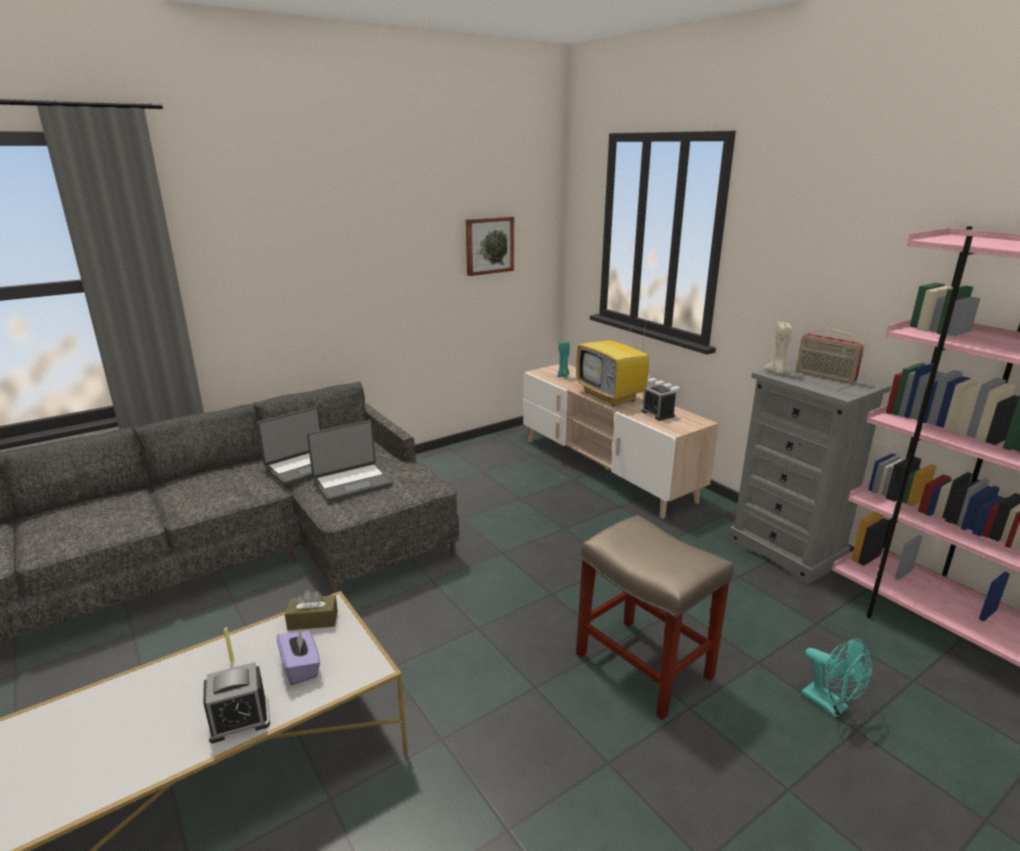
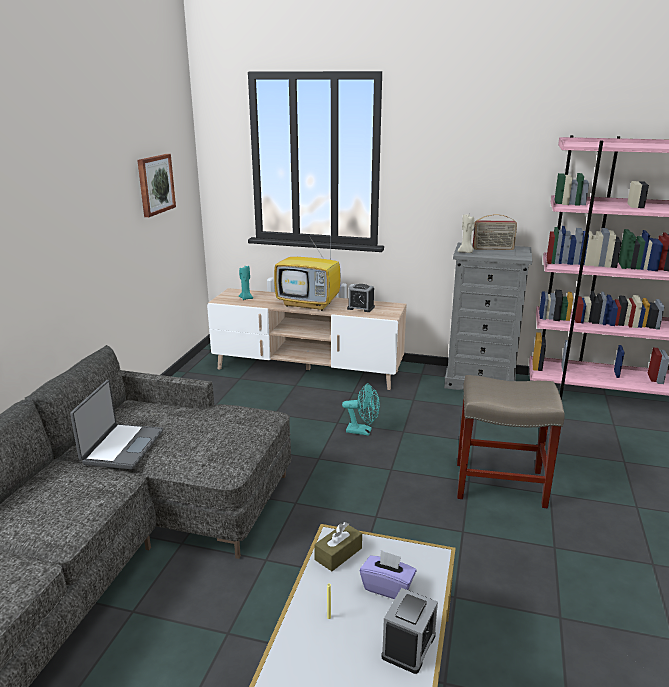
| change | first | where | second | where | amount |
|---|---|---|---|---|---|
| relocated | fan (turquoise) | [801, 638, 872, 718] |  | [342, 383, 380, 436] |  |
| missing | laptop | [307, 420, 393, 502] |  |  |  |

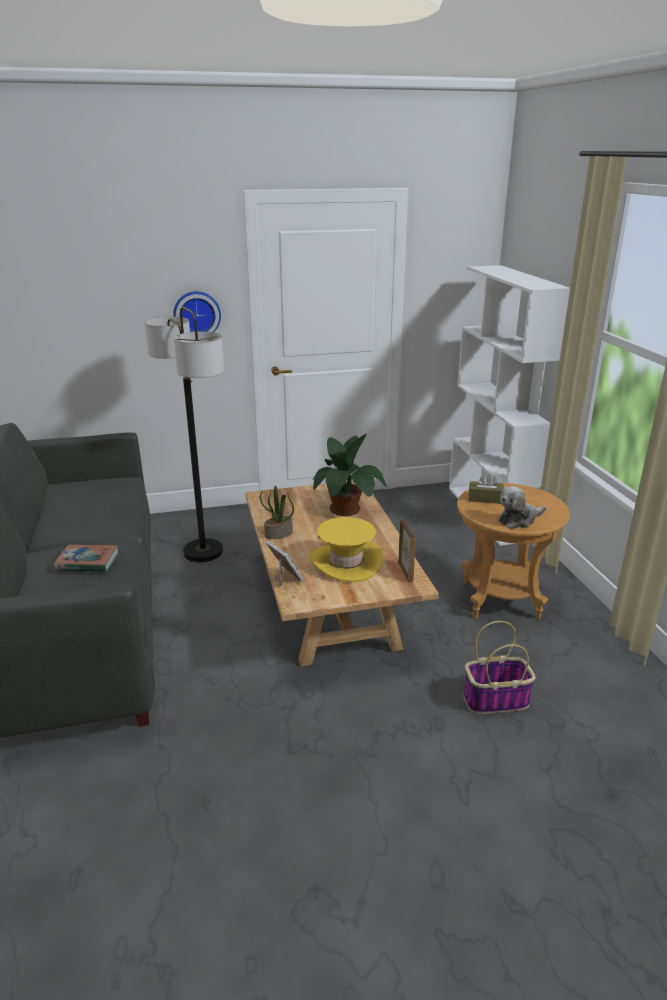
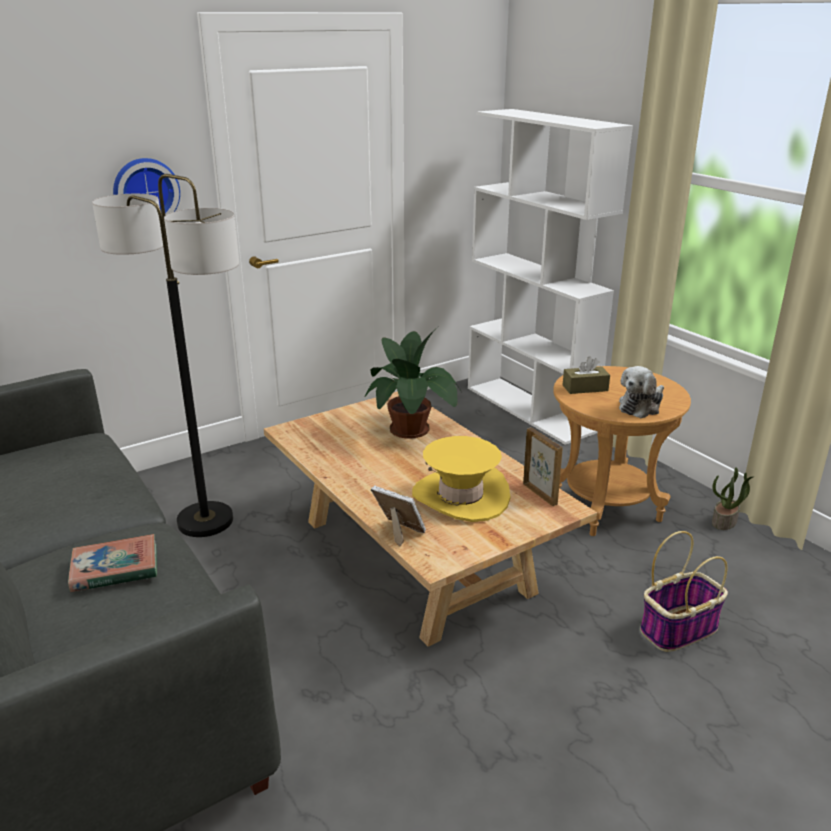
| change | first | where | second | where | amount |
|---|---|---|---|---|---|
| relocated | potted plant | [260, 485, 294, 539] |  | [712, 467, 754, 530] |  |

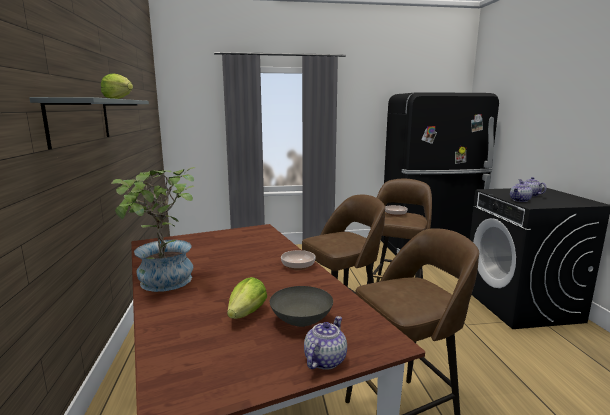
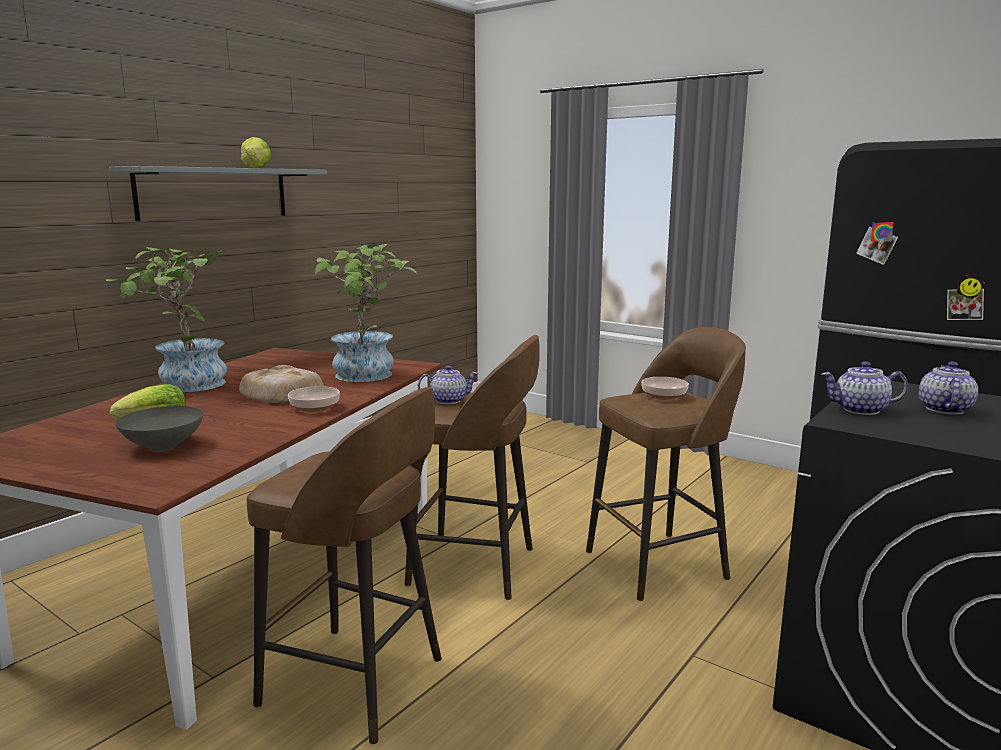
| change | first | where | second | where | amount |
|---|---|---|---|---|---|
| appeared |  |  | bread | [239, 365, 324, 403] |  |
| appeared |  |  | potted plant | [315, 243, 417, 382] |  |
| relocated | teapot | [304, 316, 347, 370] |  | [418, 365, 478, 404] |  |

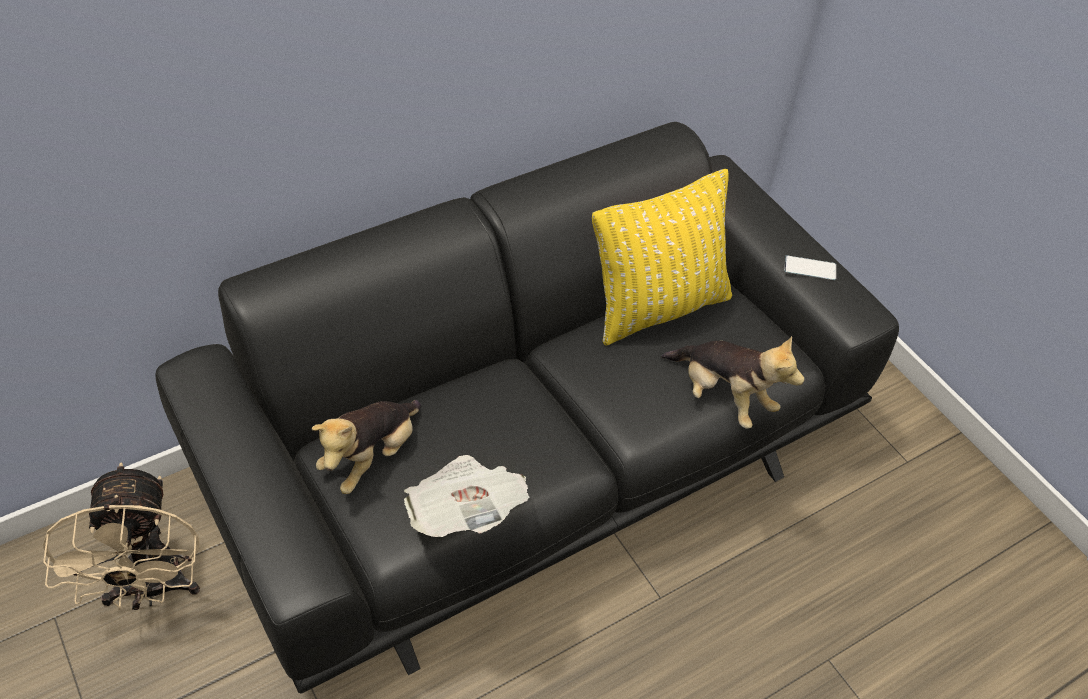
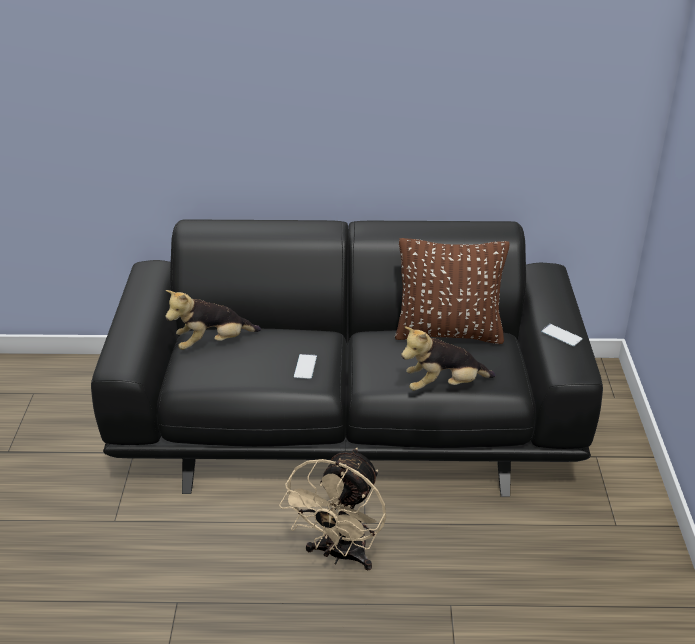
| change | first | where | second | where | amount |
|---|---|---|---|---|---|
| relocated | fan (beige) | [43, 462, 200, 610] |  | [279, 448, 386, 570] |  |
| appeared |  |  | phone | [294, 354, 317, 379] |  |
| colour | pillow (yellow) | [592, 169, 732, 346] | pillow (brown) | [395, 238, 510, 344] |  |
| spun | plush toy | [661, 336, 805, 429] |  | [401, 327, 496, 391] | 90 degrees clockwise |
| missing | newspaper | [404, 455, 529, 537] |  |  |  |

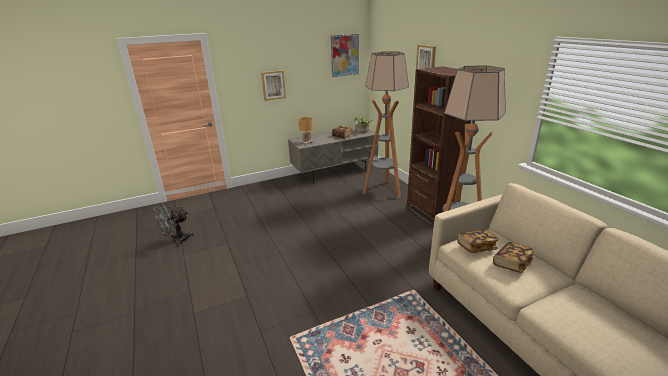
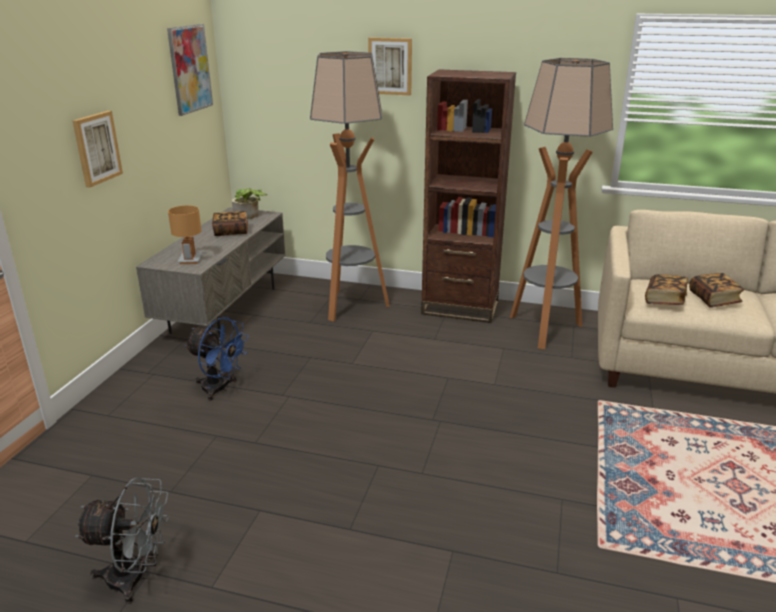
| change | first | where | second | where | amount |
|---|---|---|---|---|---|
| spun | fan (grey) | [153, 203, 194, 247] |  | [75, 477, 169, 604] | 90 degrees counterclockwise |
| appeared |  |  | fan (blue) | [185, 317, 249, 401] |  |

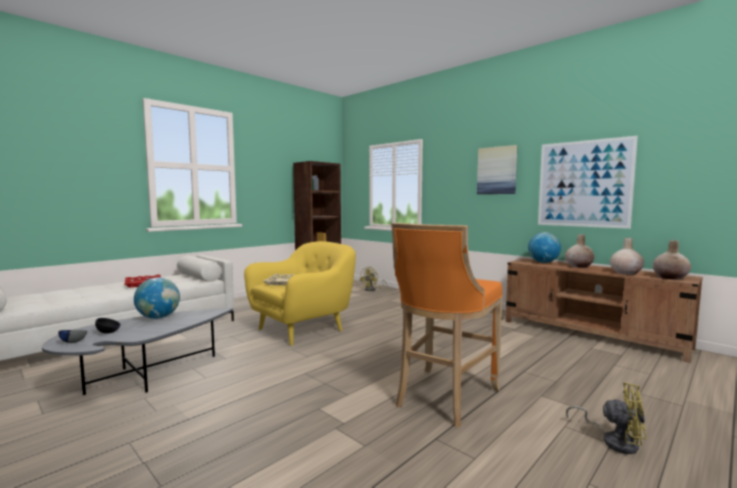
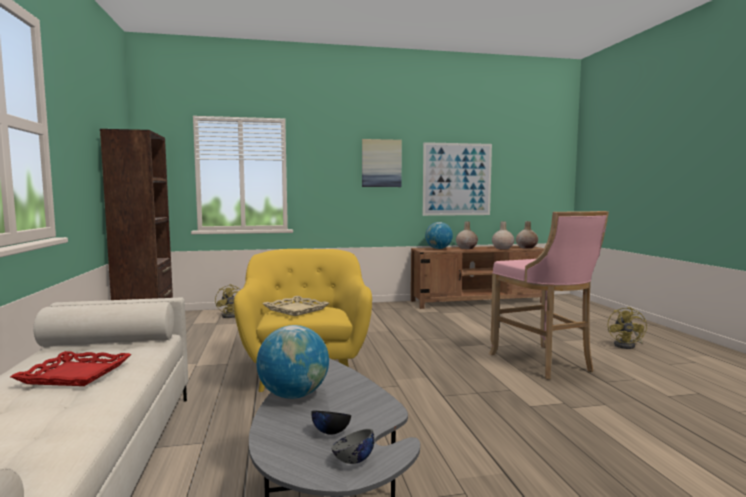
| change | first | where | second | where | amount |
|---|---|---|---|---|---|
| colour | stool (orange) | [391, 223, 503, 427] | stool (pink) | [489, 211, 609, 379] |  |
| spun | fan (yellow) | [566, 382, 647, 454] |  | [608, 307, 647, 349] | 135 degrees clockwise |

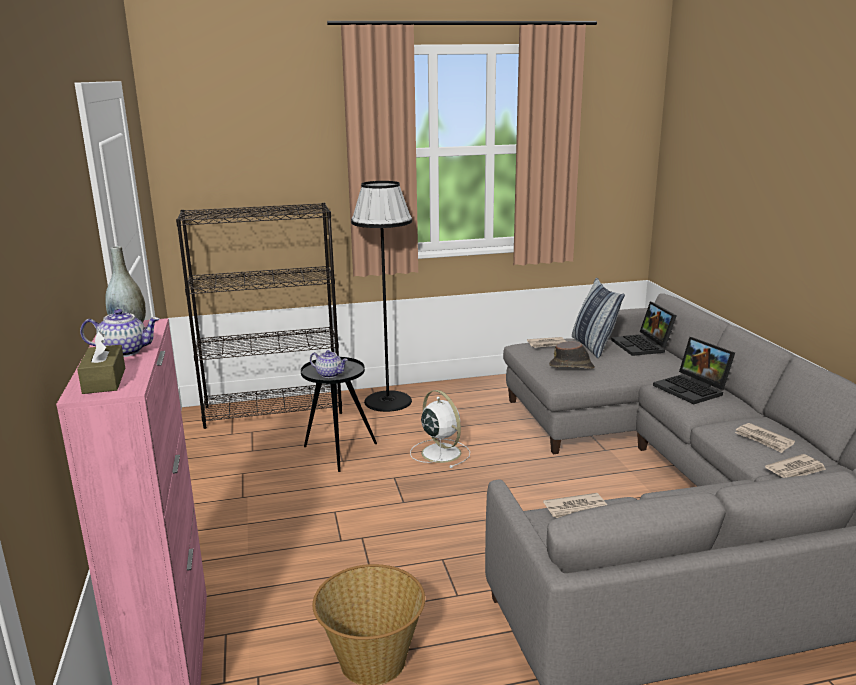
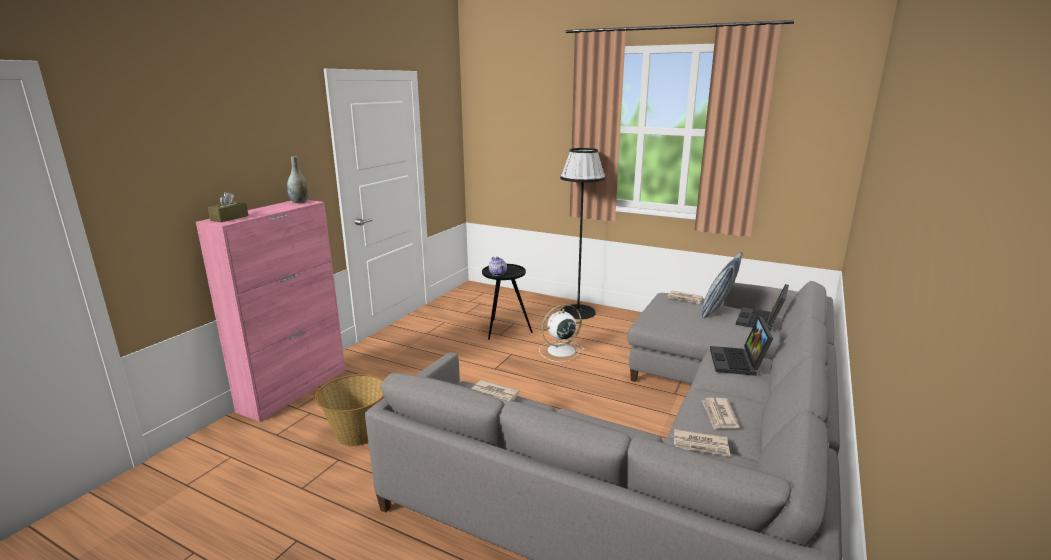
| change | first | where | second | where | amount |
|---|---|---|---|---|---|
| spun | fan (white) | [410, 390, 470, 468] |  | [539, 304, 585, 362] | 120 degrees counterclockwise |
| missing | teapot | [80, 309, 160, 357] |  |  |  |
| missing | bookcase (black) | [176, 203, 342, 429] |  |  |  |
| missing | hat (brown) | [549, 341, 595, 369] |  |  |  |

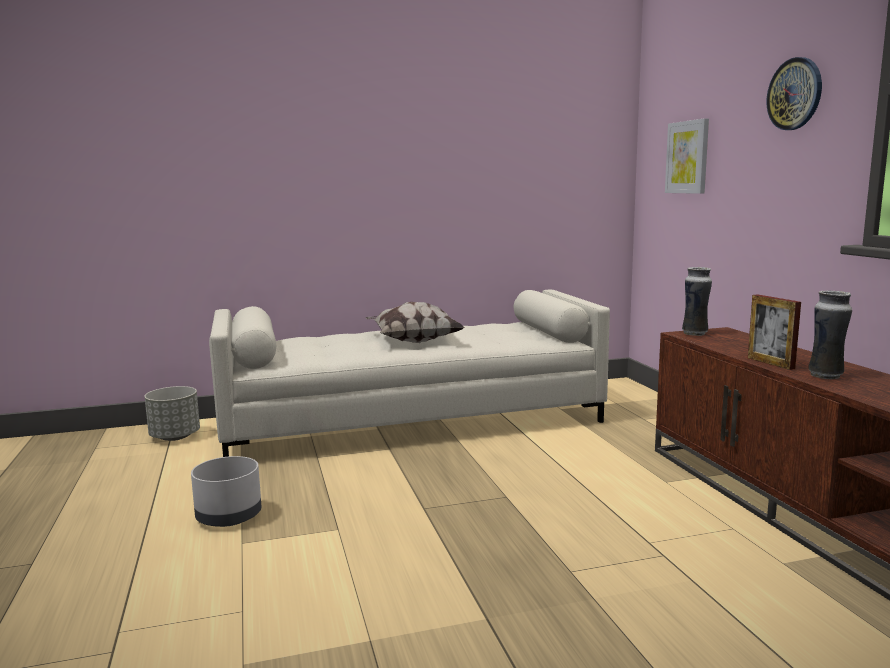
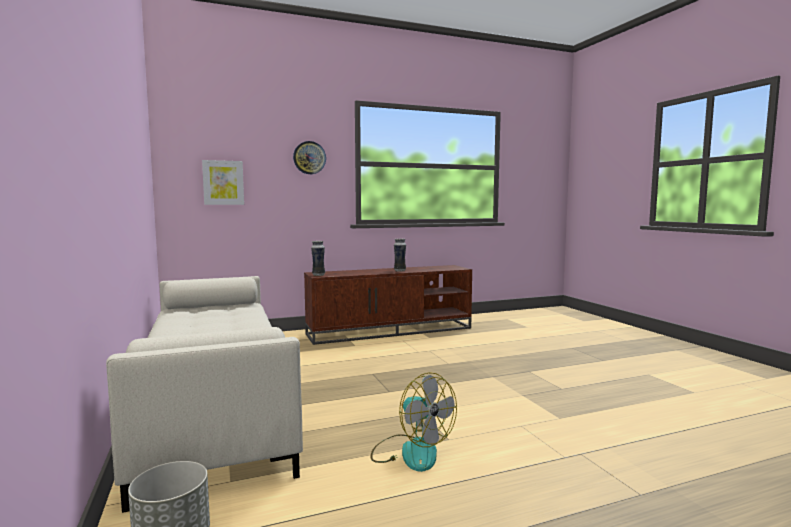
| change | first | where | second | where | amount |
|---|---|---|---|---|---|
| exchanged | planter (grey) | [191, 456, 262, 527] | fan | [371, 372, 457, 472] |  |
| missing | pillow | [365, 302, 465, 343] |  |  |  |
| missing | picture frame | [748, 294, 801, 370] |  |  |  |

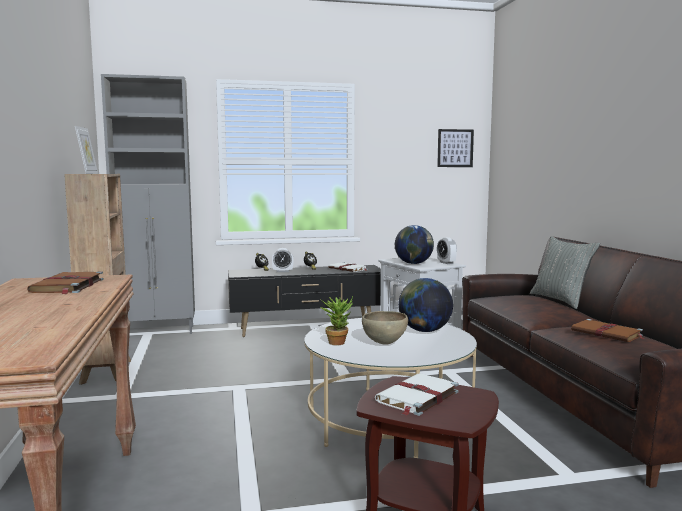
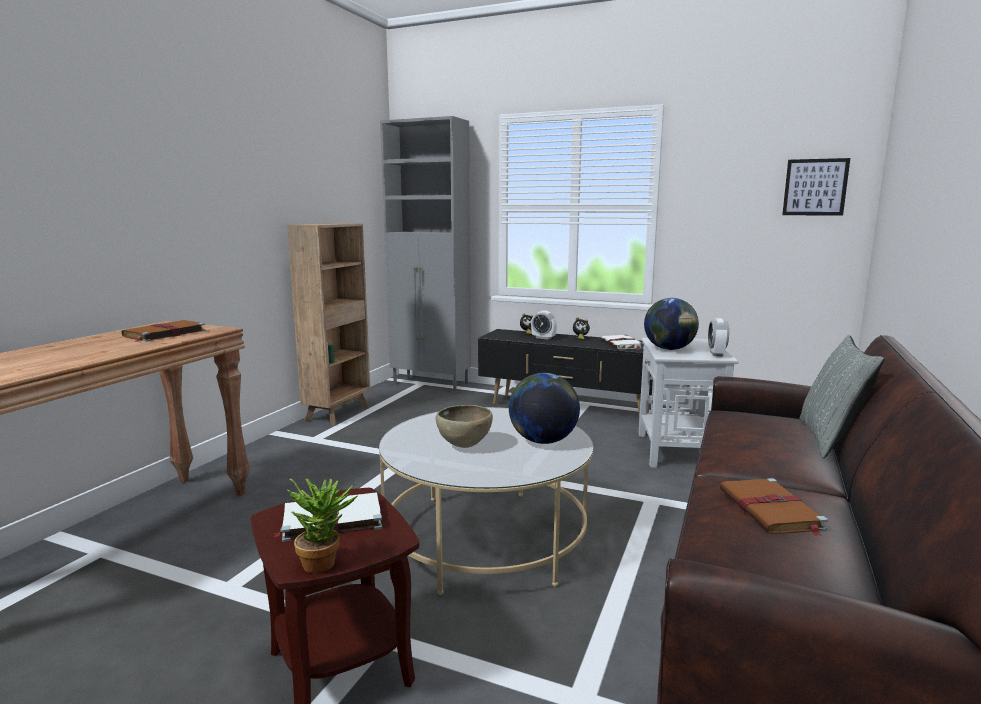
| change | first | where | second | where | amount |
|---|---|---|---|---|---|
| relocated | potted plant | [319, 296, 353, 345] |  | [287, 479, 357, 573] |  |
| missing | picture frame | [75, 126, 98, 174] |  |  |  |

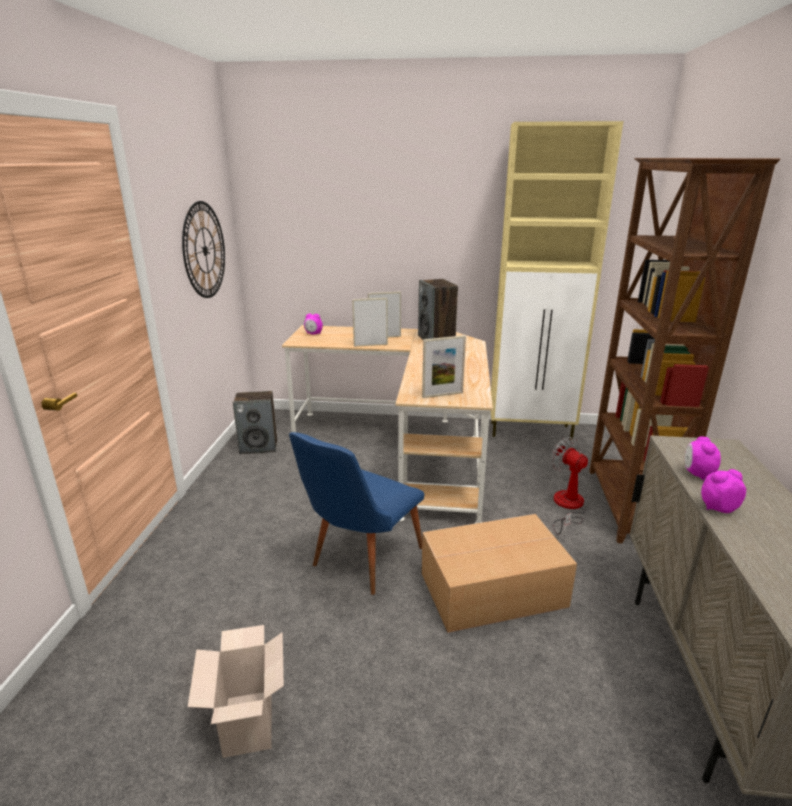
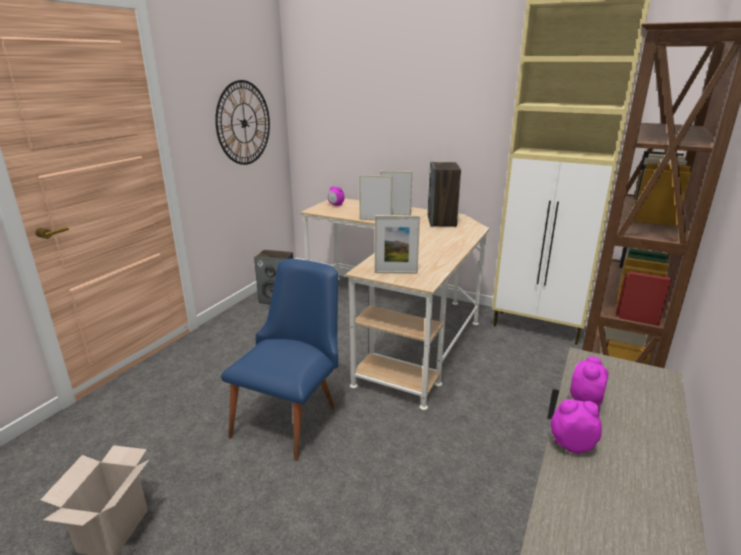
| change | first | where | second | where | amount |
|---|---|---|---|---|---|
| spun | chair (blue) | [289, 432, 425, 595] |  | [221, 259, 338, 461] | 150 degrees clockwise |
| missing | cardboard box | [421, 514, 577, 633] |  |  |  |
| missing | fan | [551, 437, 588, 535] |  |  |  |

